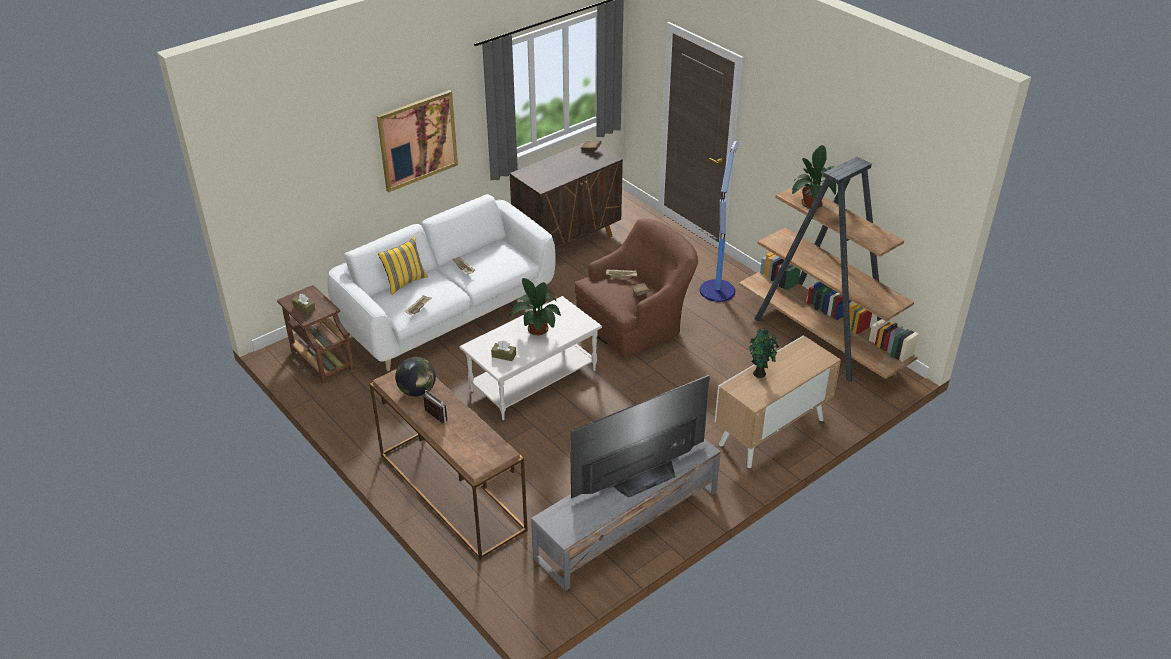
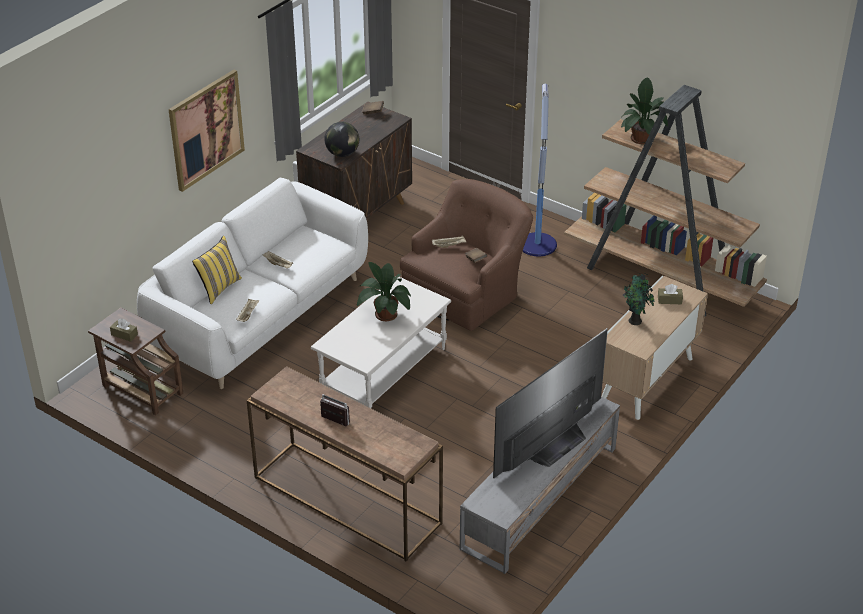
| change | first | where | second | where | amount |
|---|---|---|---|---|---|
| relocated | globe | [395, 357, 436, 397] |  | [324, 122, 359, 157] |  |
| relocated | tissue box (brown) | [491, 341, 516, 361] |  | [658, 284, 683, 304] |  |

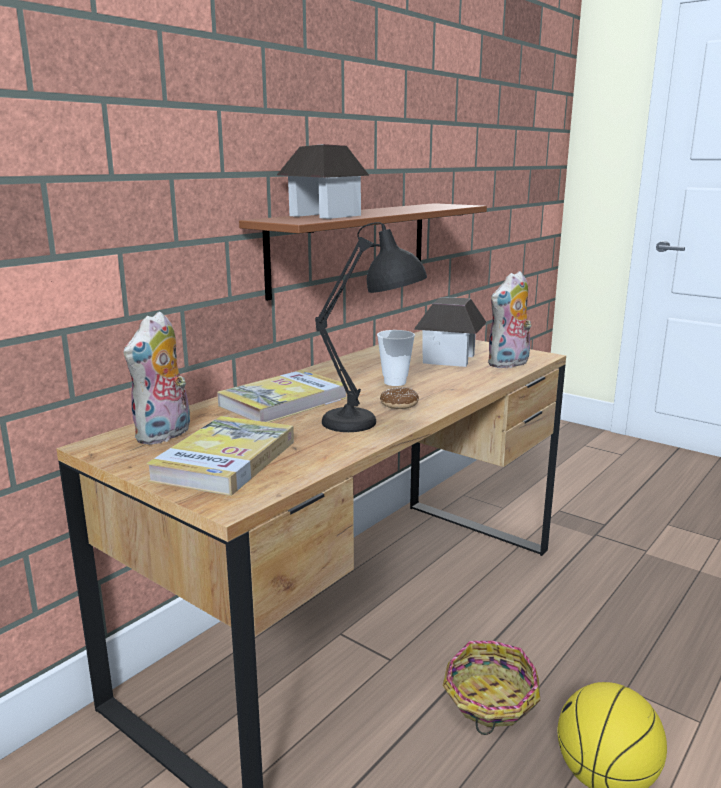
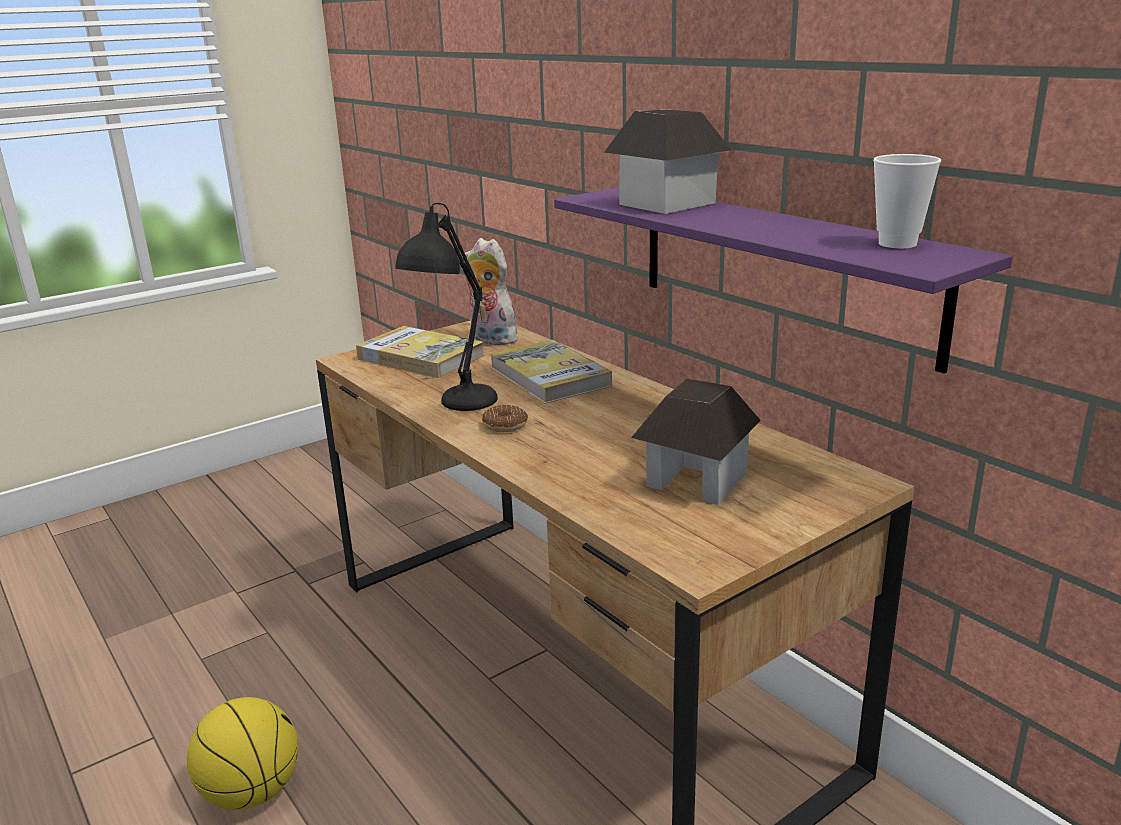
| change | first | where | second | where | amount |
|---|---|---|---|---|---|
| colour | shelf (brown) | [239, 203, 487, 301] | shelf (purple) | [554, 187, 1013, 374] |  |
| relocated | cup | [377, 330, 415, 386] |  | [873, 154, 941, 248] |  |
| missing | basket | [443, 641, 540, 735] |  |  |  |
| missing | plush toy | [487, 271, 531, 368] |  |  |  |

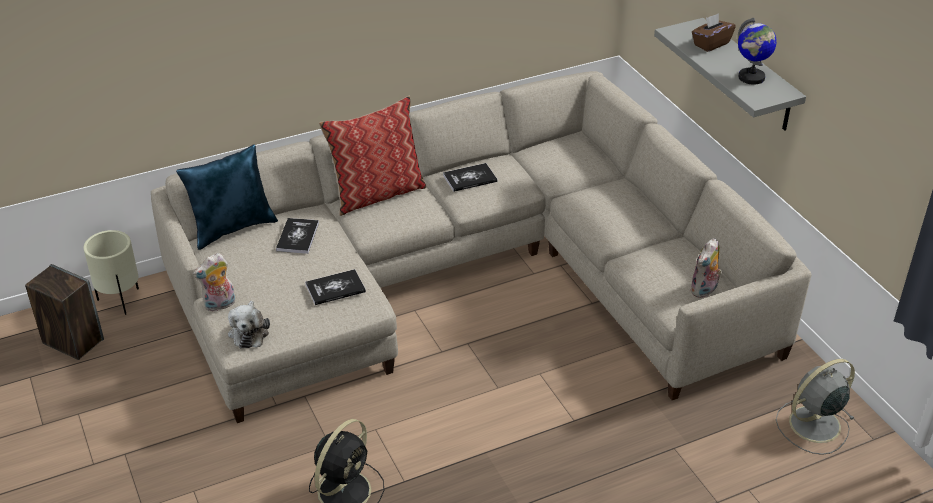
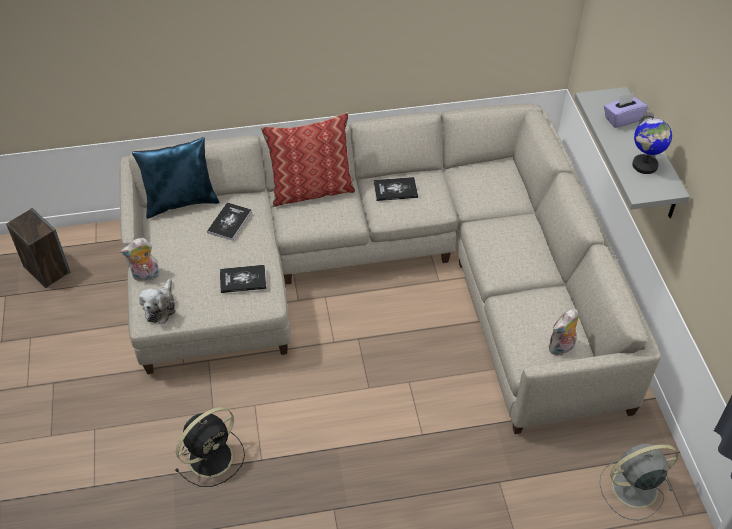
| change | first | where | second | where | amount |
|---|---|---|---|---|---|
| colour | tissue box (brown) | [692, 13, 736, 52] | tissue box (purple) | [604, 93, 648, 128] |  |
| missing | planter (beige) | [84, 230, 139, 315] |  |  |  |

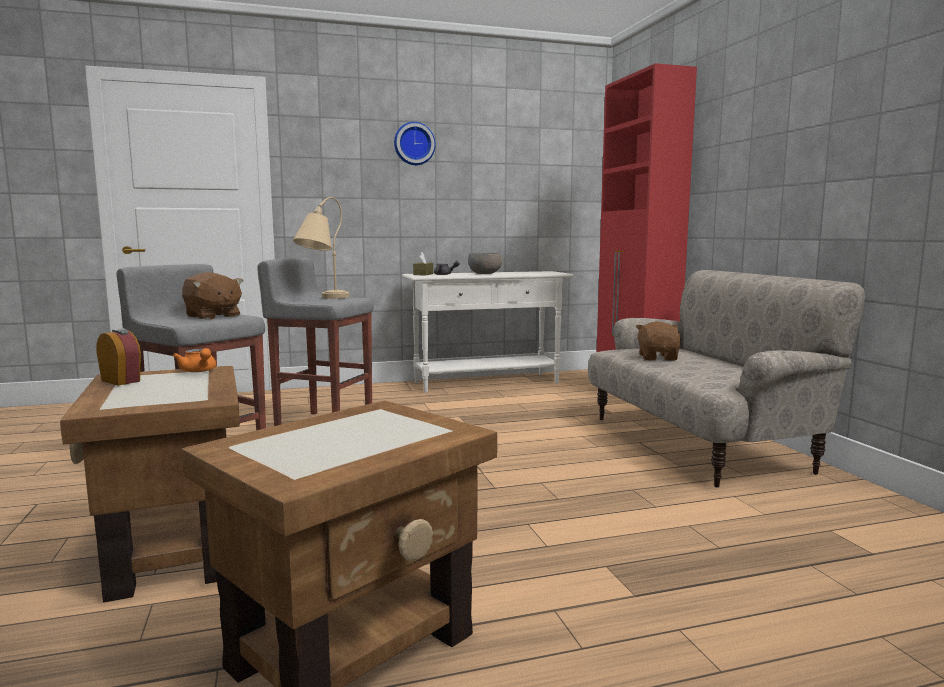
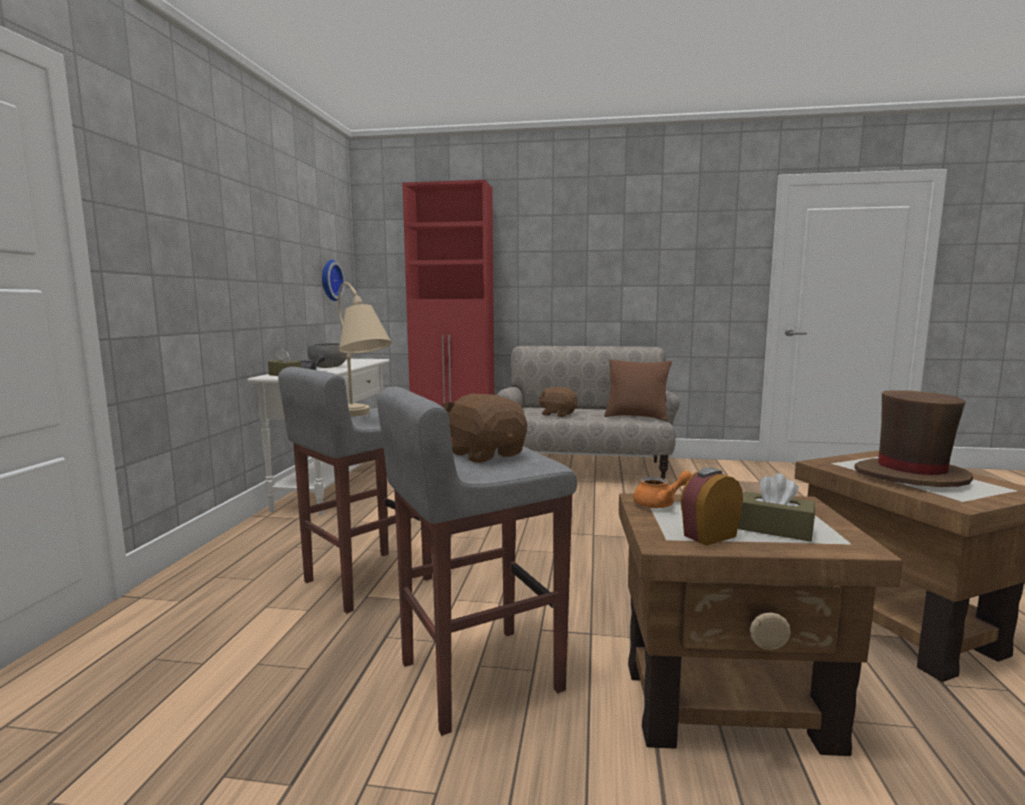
| change | first | where | second | where | amount |
|---|---|---|---|---|---|
| relocated | wall clock | [394, 122, 436, 165] |  | [322, 260, 345, 301] |  |
| spun | plush toy (brown) | [182, 272, 243, 320] |  | [442, 393, 527, 463] | 105 degrees counterclockwise |
| appeared |  |  | pillow (brown) | [604, 359, 672, 421] |  |
| appeared |  |  | tissue box (brown) | [738, 473, 815, 542] |  |
| appeared |  |  | hat (brown) | [854, 390, 973, 487] |  |

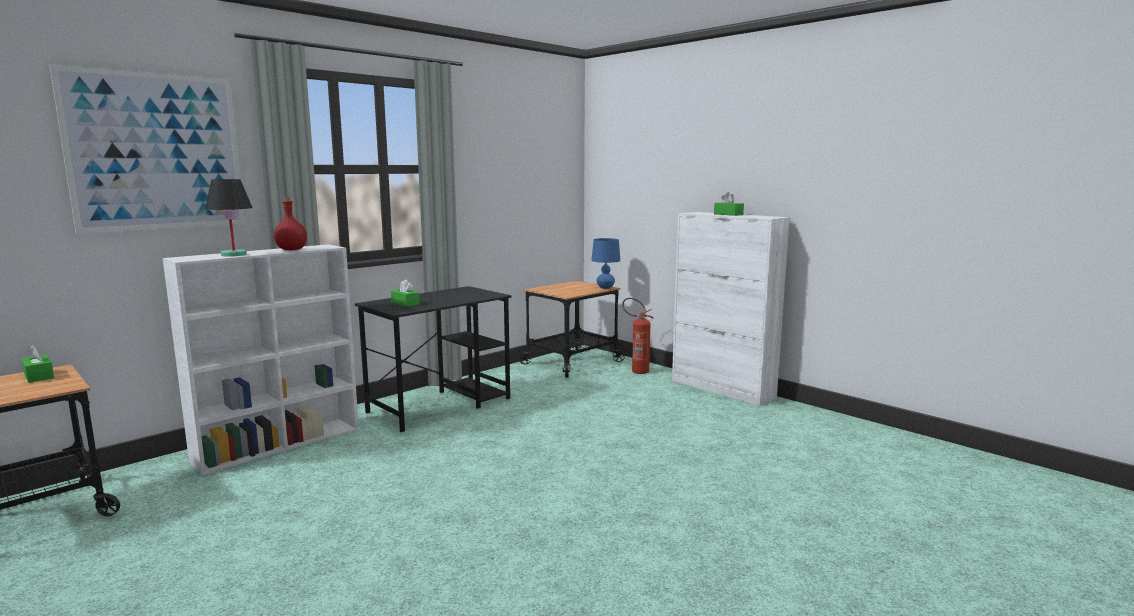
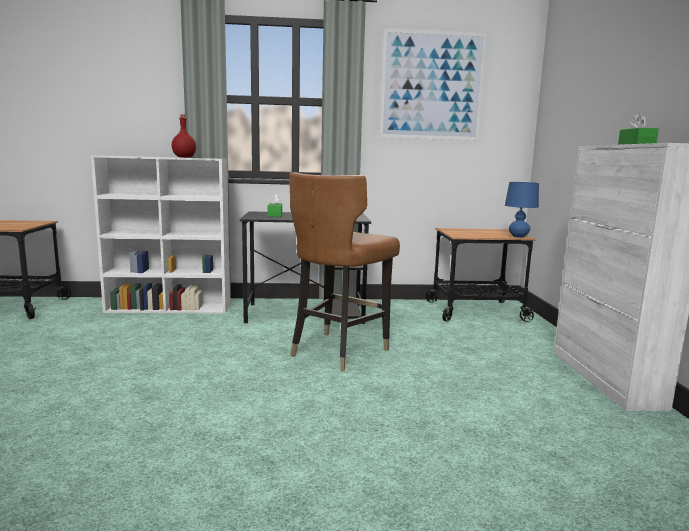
| change | first | where | second | where | amount |
|---|---|---|---|---|---|
| appeared |  |  | chair (brown) | [289, 172, 400, 372] |  |
| relocated | picture | [49, 64, 245, 234] |  | [379, 28, 487, 140] |  |
| missing | tissue box (green) | [22, 345, 54, 383] |  |  |  |
| missing | table lamp (black) | [205, 179, 253, 257] |  |  |  |
| missing | fire extinguisher | [622, 298, 654, 374] |  |  |  |

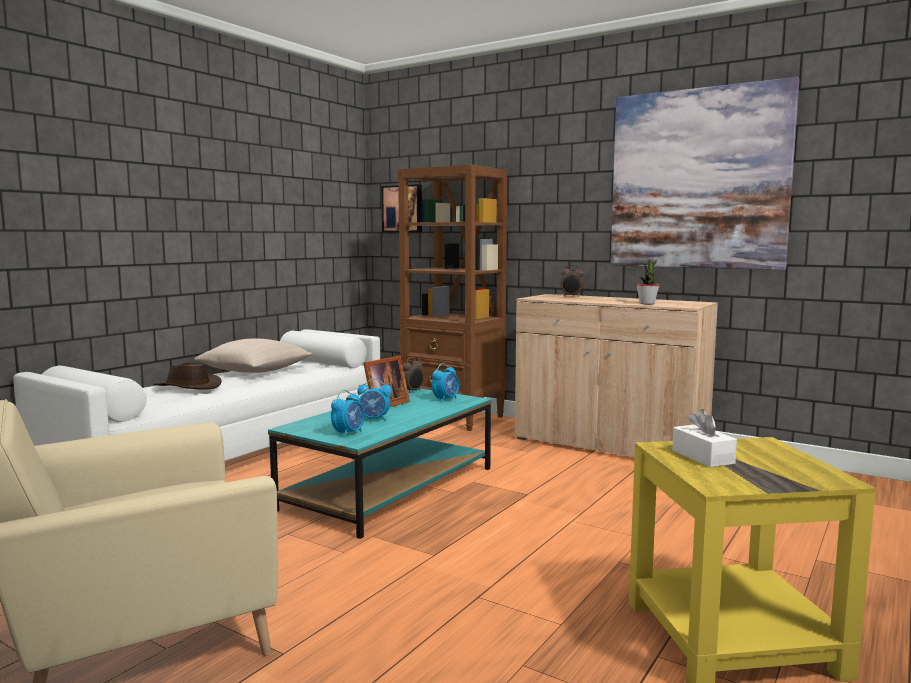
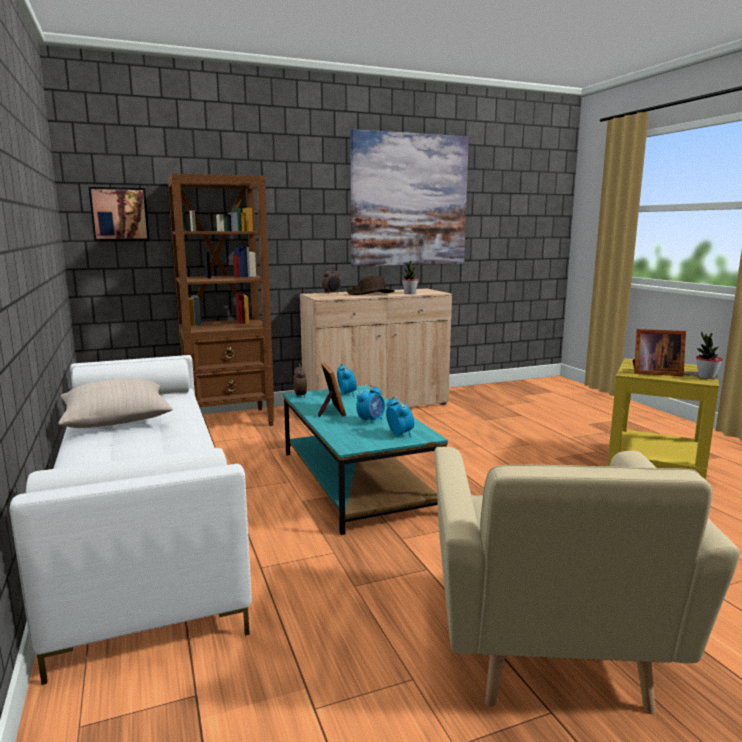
| change | first | where | second | where | amount |
|---|---|---|---|---|---|
| relocated | hat (brown) | [153, 362, 222, 390] |  | [348, 276, 394, 295] |  |
| exchanged | tissue box (white) | [672, 409, 737, 468] | picture frame | [633, 329, 686, 376] |  |
| appeared |  |  | potted plant | [696, 332, 723, 379] |  |

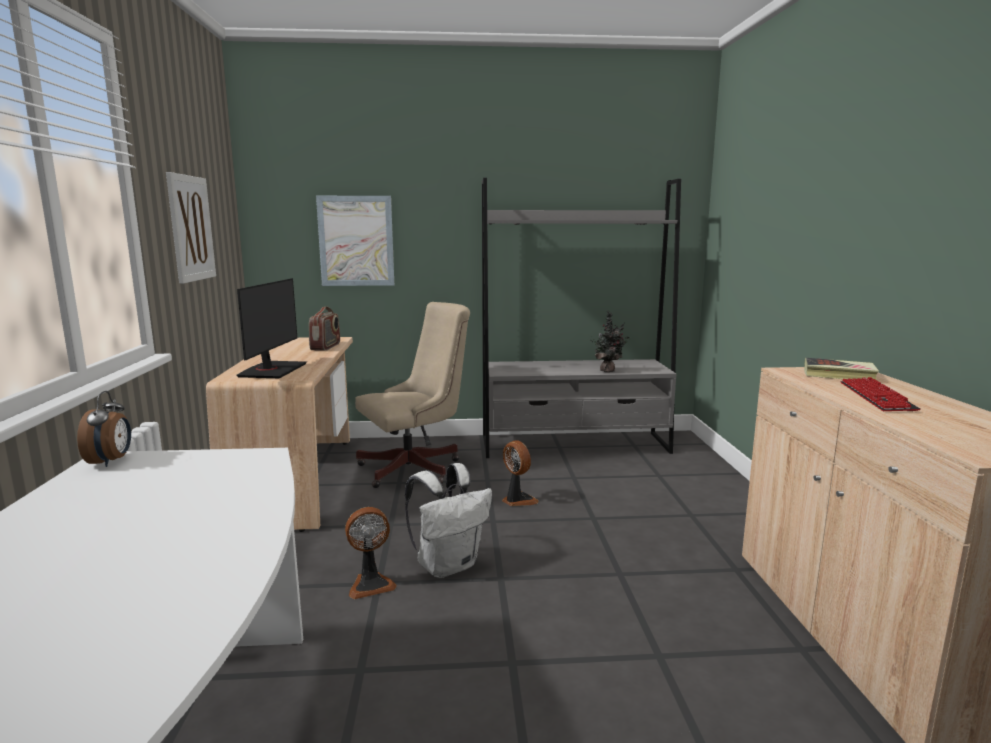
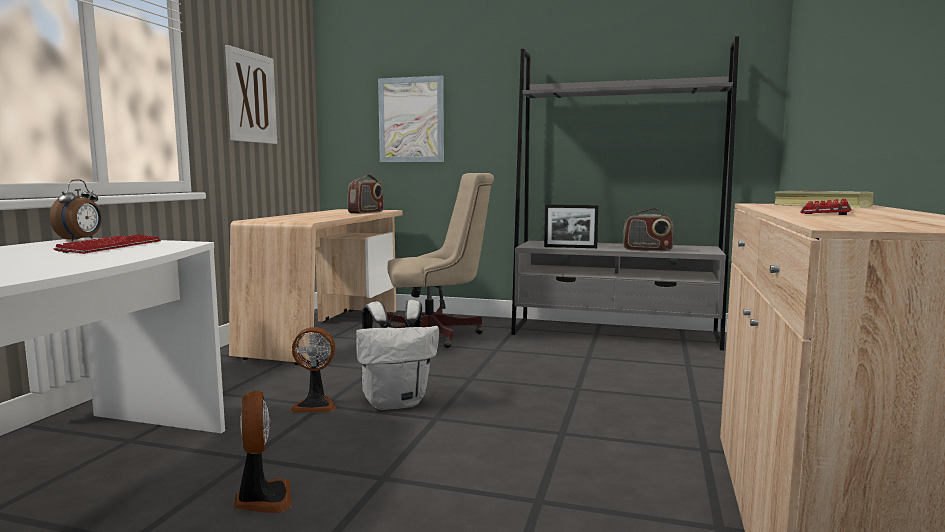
| change | first | where | second | where | amount |
|---|---|---|---|---|---|
| appeared |  |  | keyboard | [53, 234, 161, 254] |  |
| relocated | fan | [502, 440, 539, 506] |  | [234, 391, 291, 513] |  |
| appeared |  |  | picture frame | [544, 205, 599, 248] |  |
| exchanged | potted plant | [589, 311, 630, 372] | radio | [622, 208, 674, 251] |  |
| missing | monitor | [236, 278, 307, 378] |  |  |  |

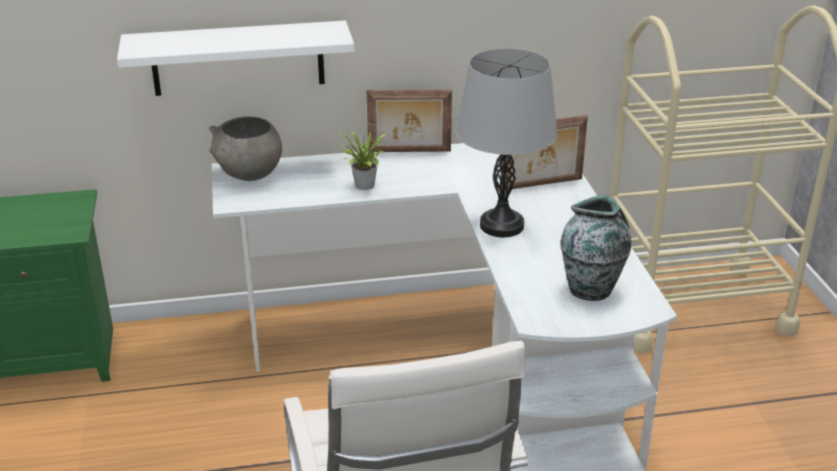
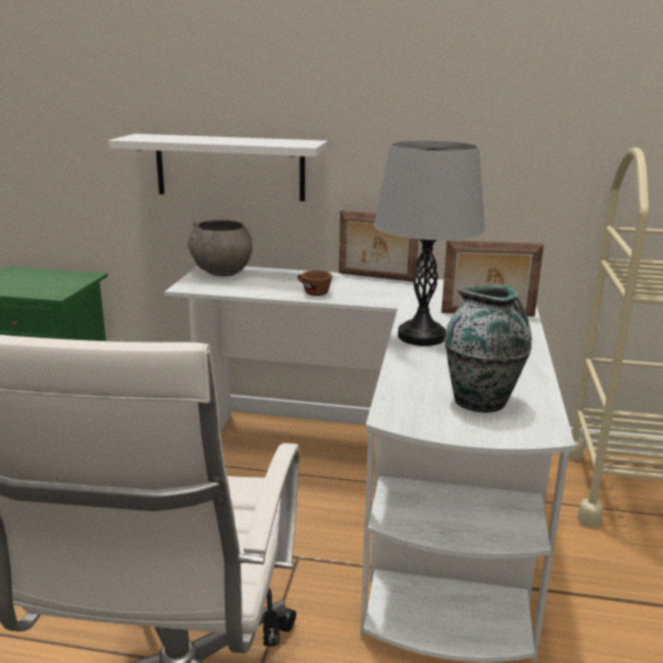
| change | first | where | second | where | amount |
|---|---|---|---|---|---|
| exchanged | potted plant | [337, 131, 388, 190] | cup (brown) | [298, 271, 332, 296] |  |

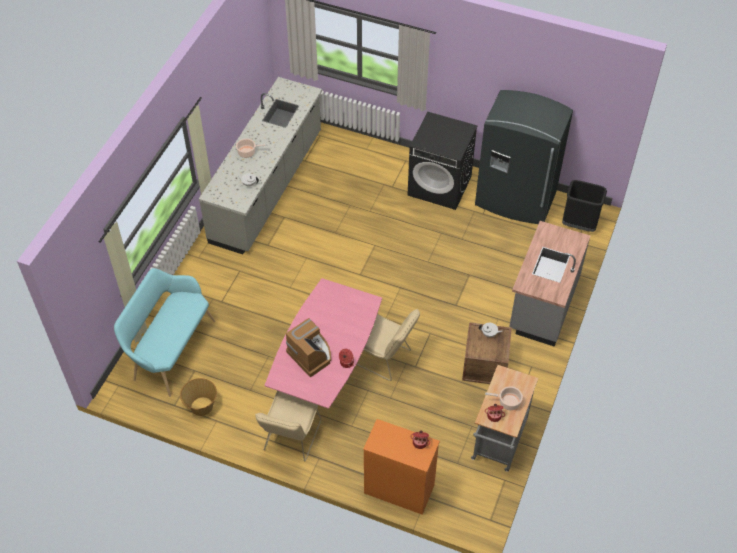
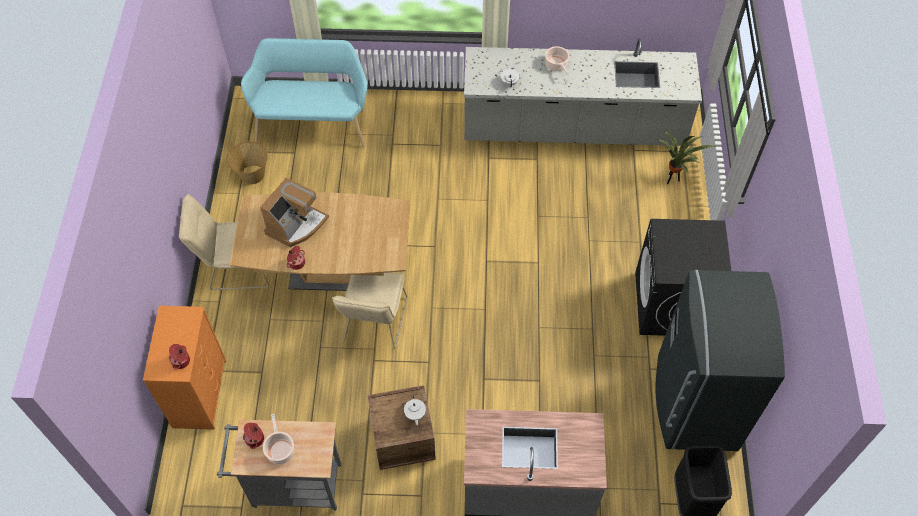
| change | first | where | second | where | amount |
|---|---|---|---|---|---|
| colour | dining table (pink) | [265, 278, 382, 409] | dining table (brown) | [230, 192, 411, 291] |  |
| appeared |  |  | potted plant | [656, 132, 716, 184] |  |

